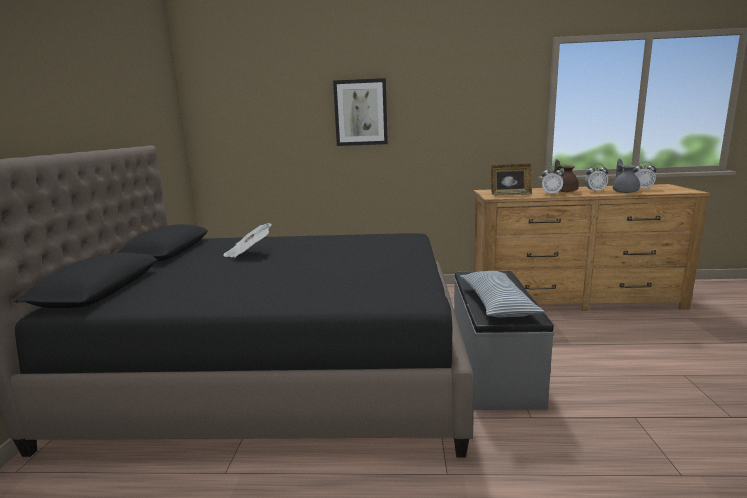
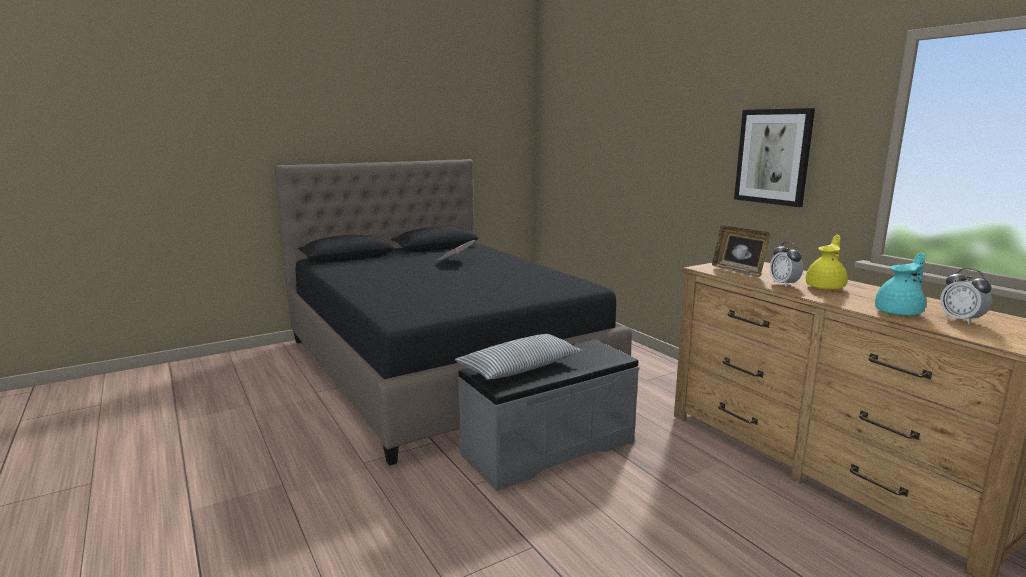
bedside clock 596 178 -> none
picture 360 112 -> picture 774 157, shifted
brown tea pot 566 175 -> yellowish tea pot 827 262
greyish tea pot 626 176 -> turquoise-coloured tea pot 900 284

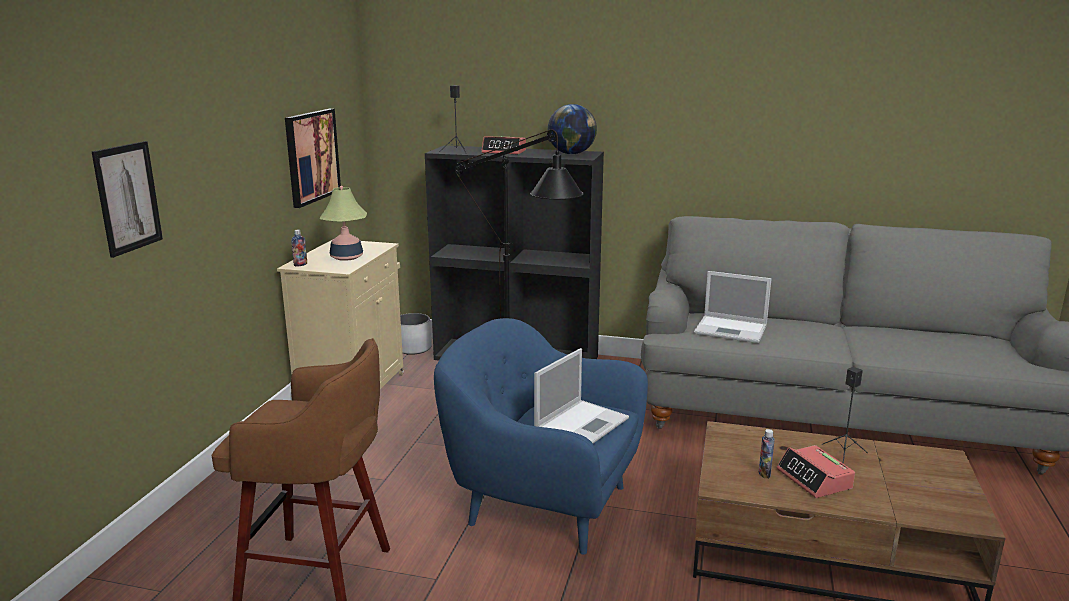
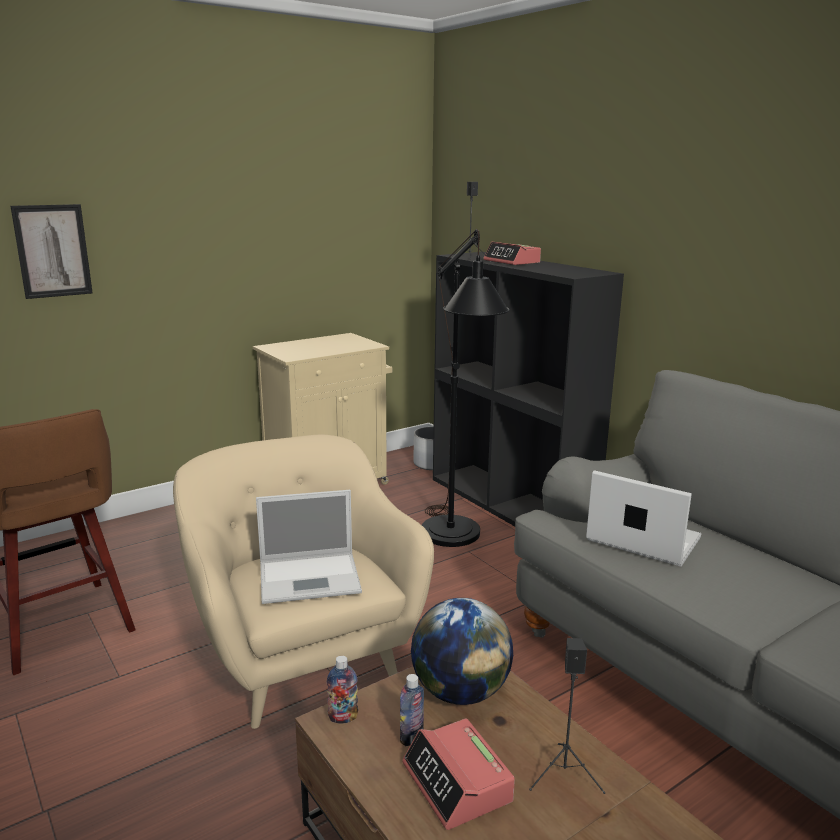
picture 313 158 -> none
tabletop lamp 343 223 -> none
beverage bottle 299 248 -> beverage bottle 342 690, shifted
globe 572 129 -> globe 462 651, shifted
blue lounge chair 541 436 -> beige lounge chair 303 581
notebook computer 732 307 -> notebook computer 643 518, 150 degrees clockwise
bedside clock 815 471 -> bedside clock 458 774, 45 degrees counterclockwise

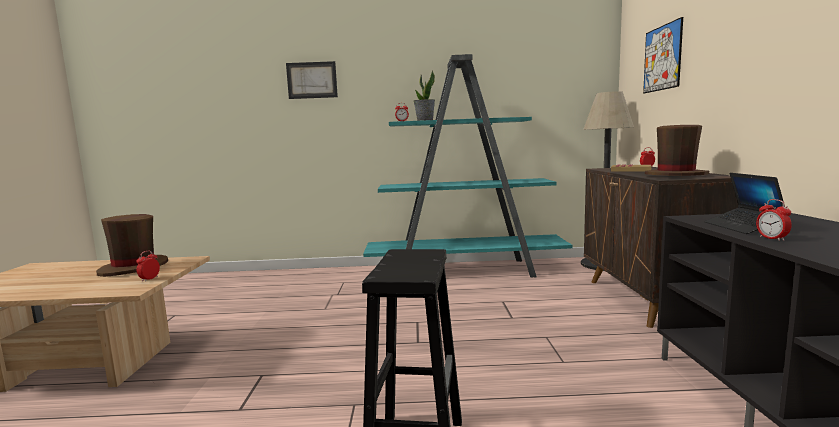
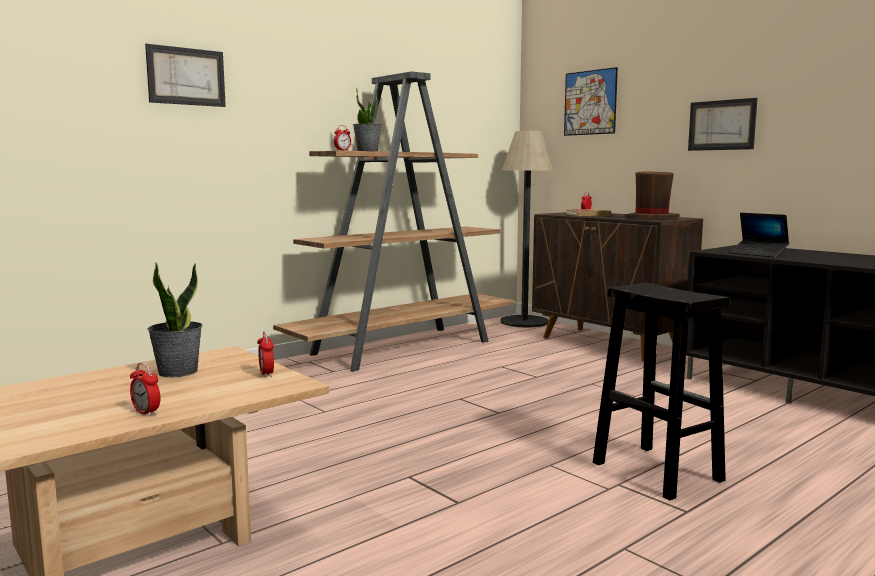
none -> picture 723 124
bedside clock 774 220 -> bedside clock 145 390, shifted
brown wearable hat 132 245 -> potted plant 175 319
turquoise-coloured bookcase 467 166 -> brown bookcase 394 221

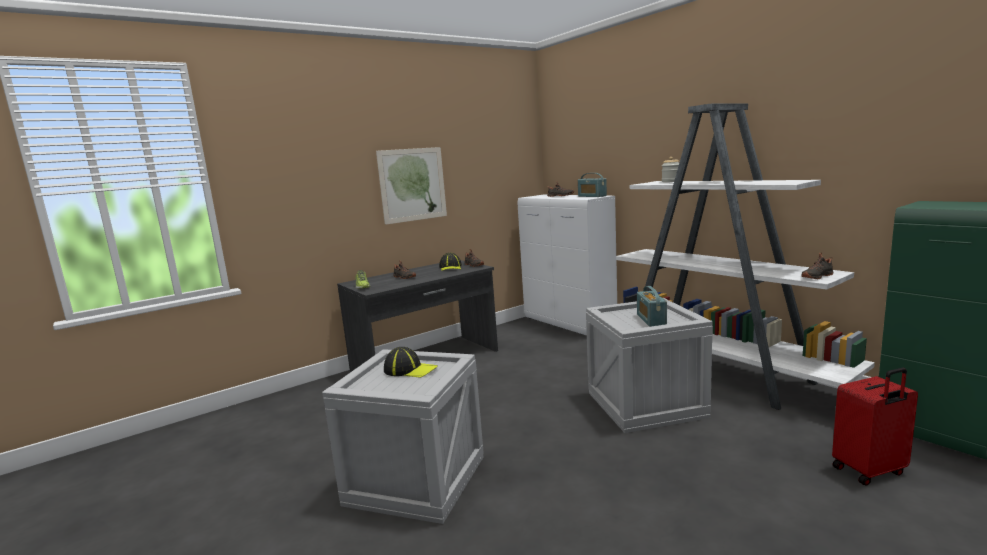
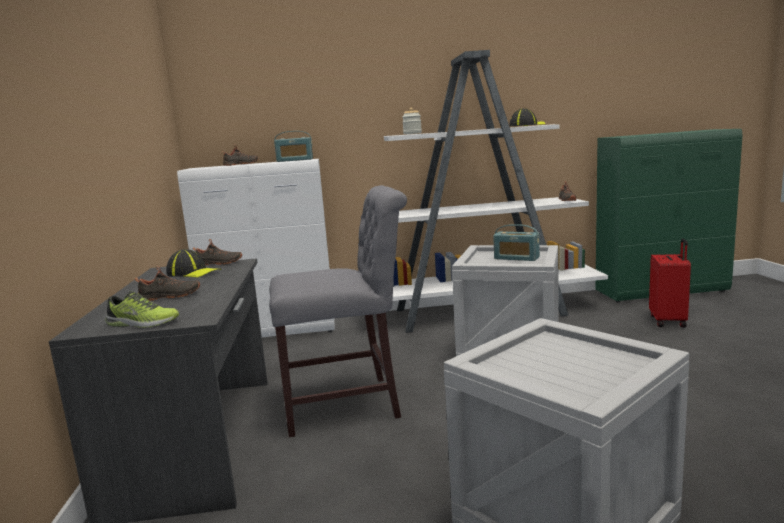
picture 411 186 -> none
none -> greyish chair 338 311
cap 411 362 -> cap 527 117, shifted

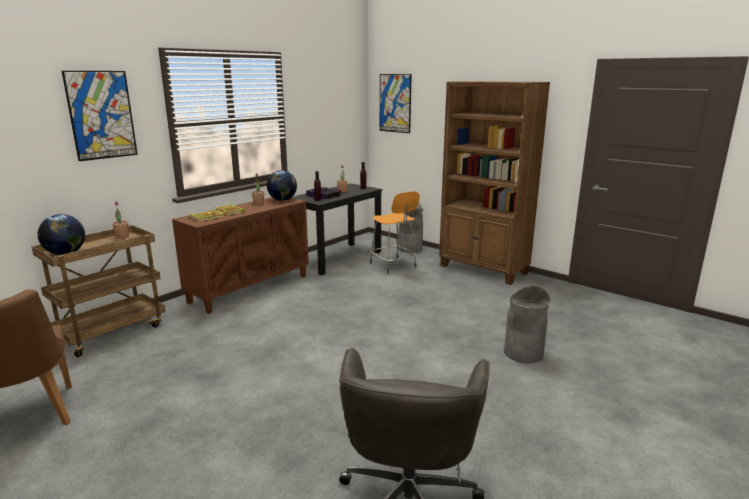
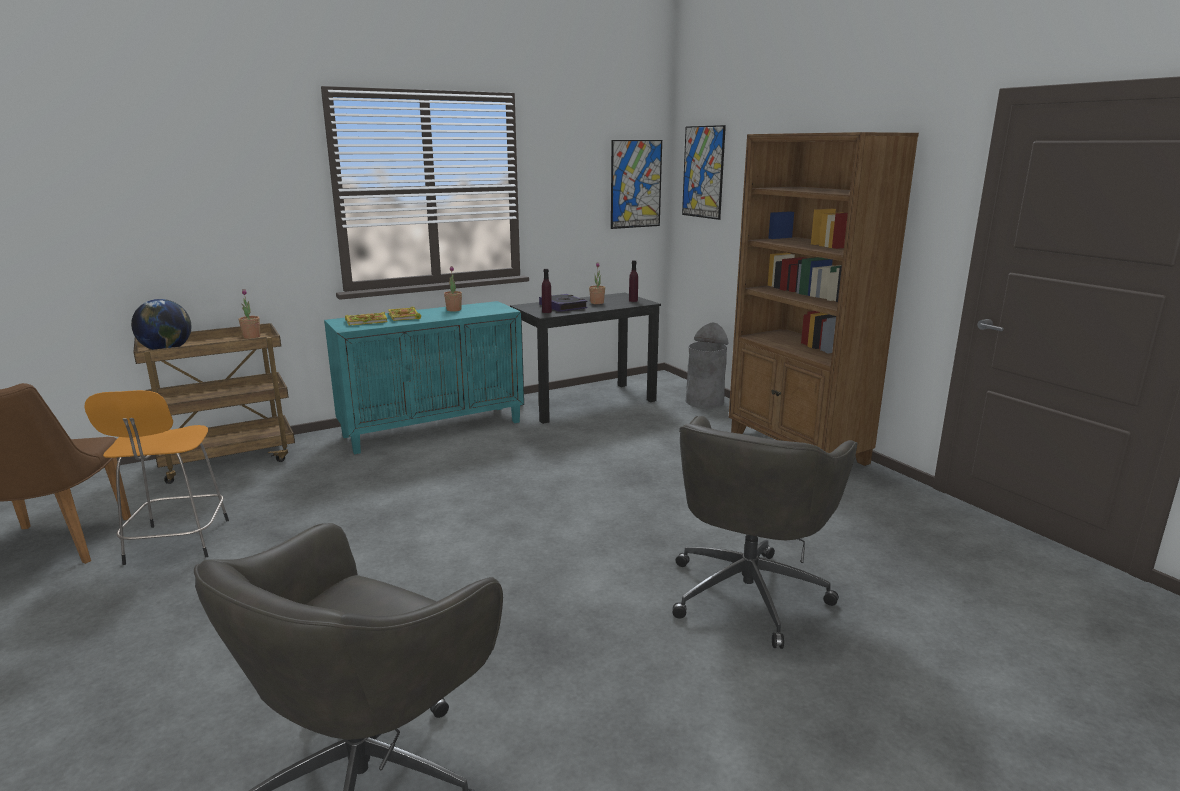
globe 282 185 -> none
picture 100 116 -> picture 636 184, shifted
orange stool 395 232 -> orange stool 156 477, shifted
greyish rubbish bin 527 324 -> greyish computer chair 765 532
brown storage cabinet 240 255 -> turquoise-coloured storage cabinet 424 377

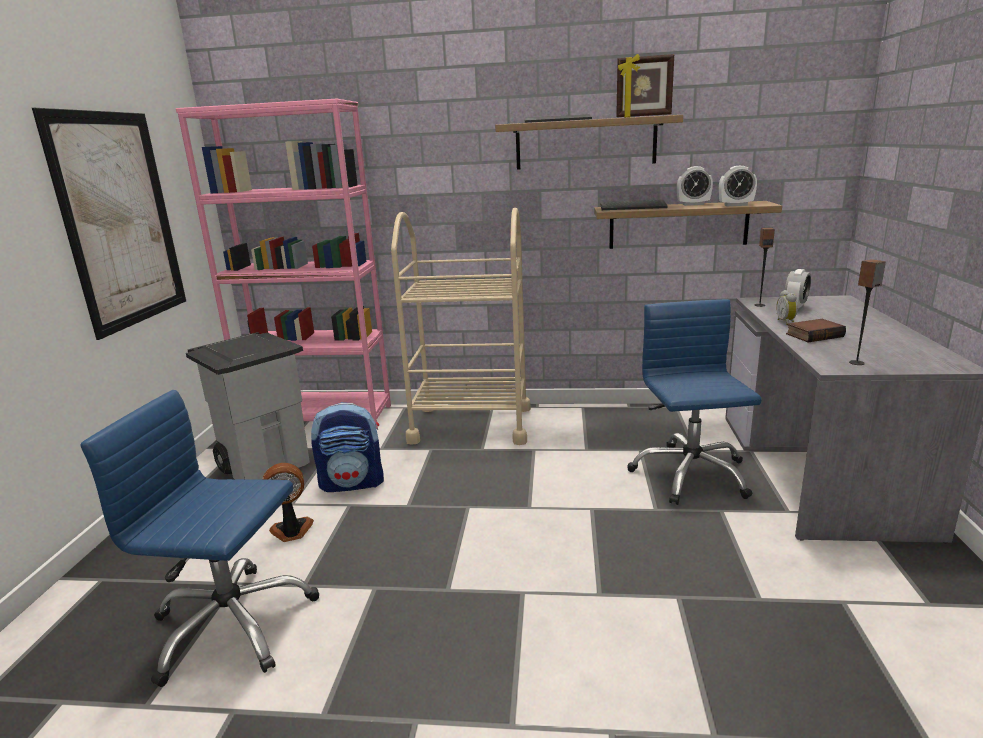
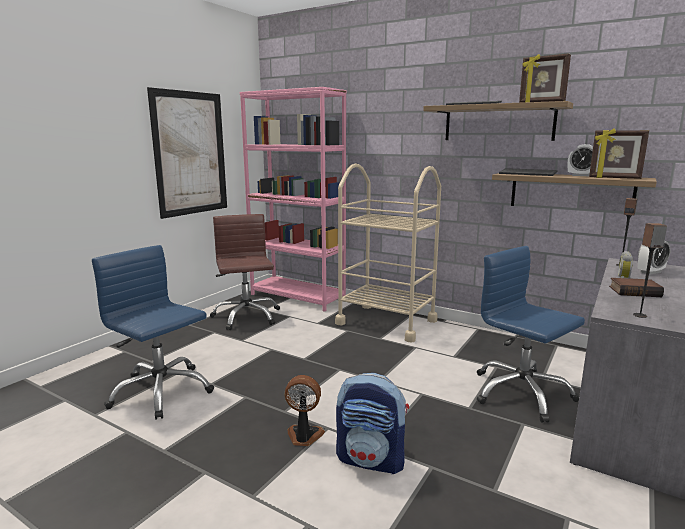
fan 288 502 -> fan 304 410, shifted
rucksack 347 447 -> rucksack 372 423, shifted
greyish rubbish bin 248 406 -> brown computer chair 245 272
bedside clock 738 186 -> standing frame 619 154
blue computer chair 694 402 -> blue computer chair 531 334, 60 degrees counterclockwise

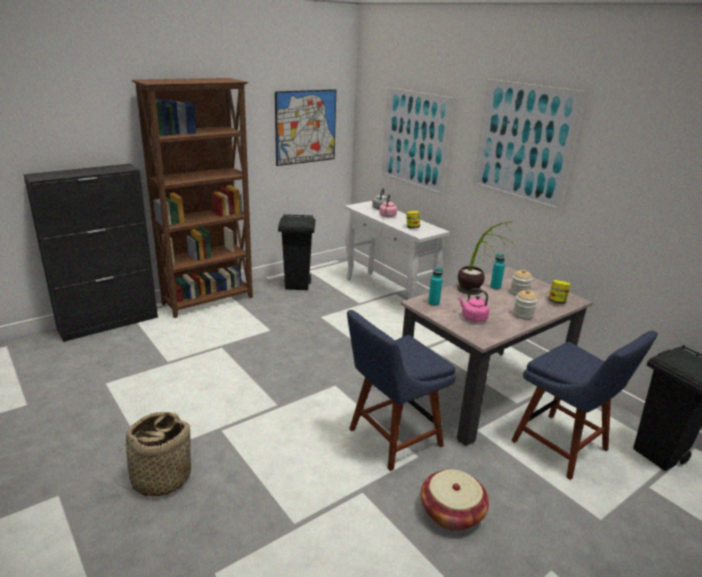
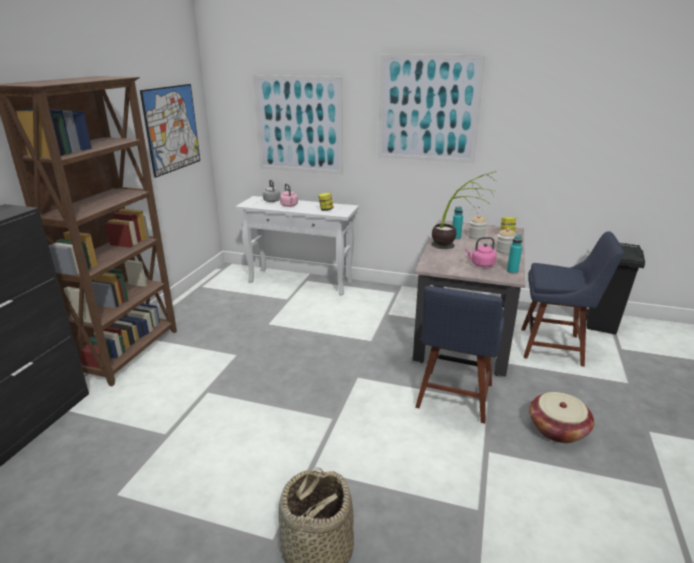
black-coloured rubbish bin 297 252 -> none
turquoise-coloured beverage bottle 435 286 -> turquoise-coloured beverage bottle 514 254, shifted

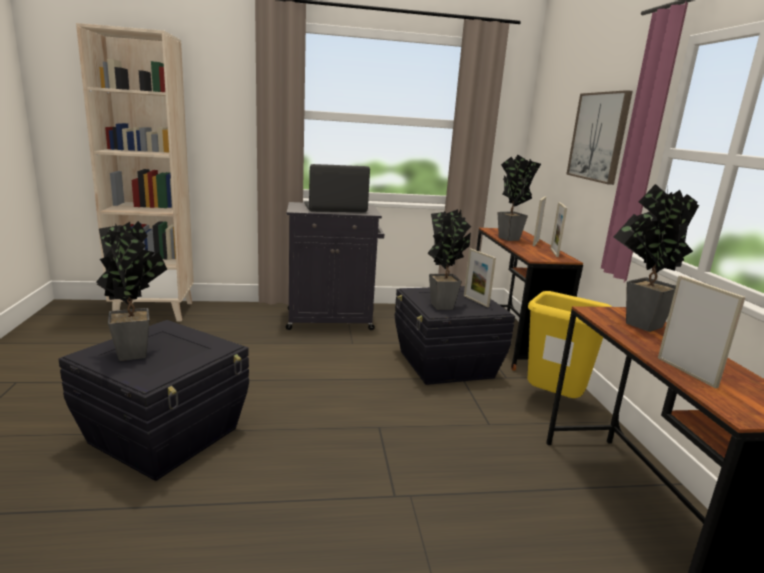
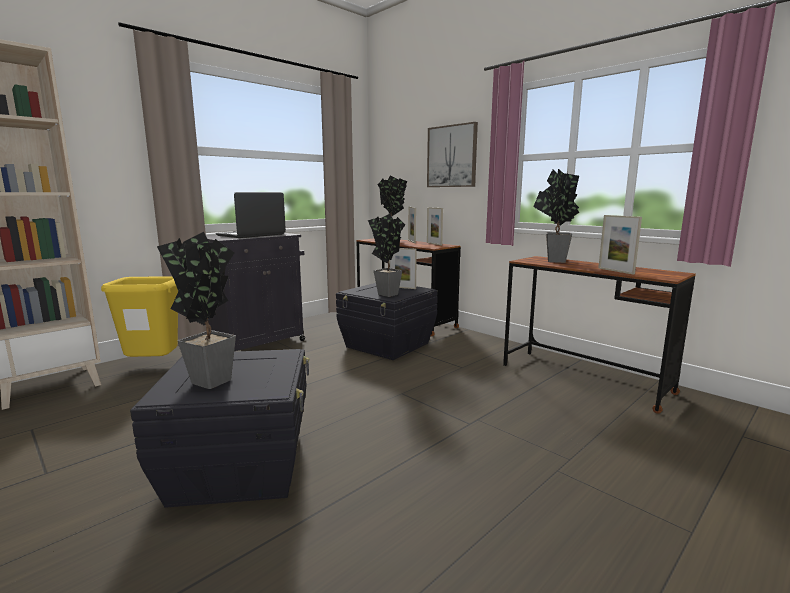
yellowish rubbish bin 570 344 -> yellowish rubbish bin 139 316, shifted
standing frame 702 331 -> standing frame 620 244, 150 degrees counterclockwise

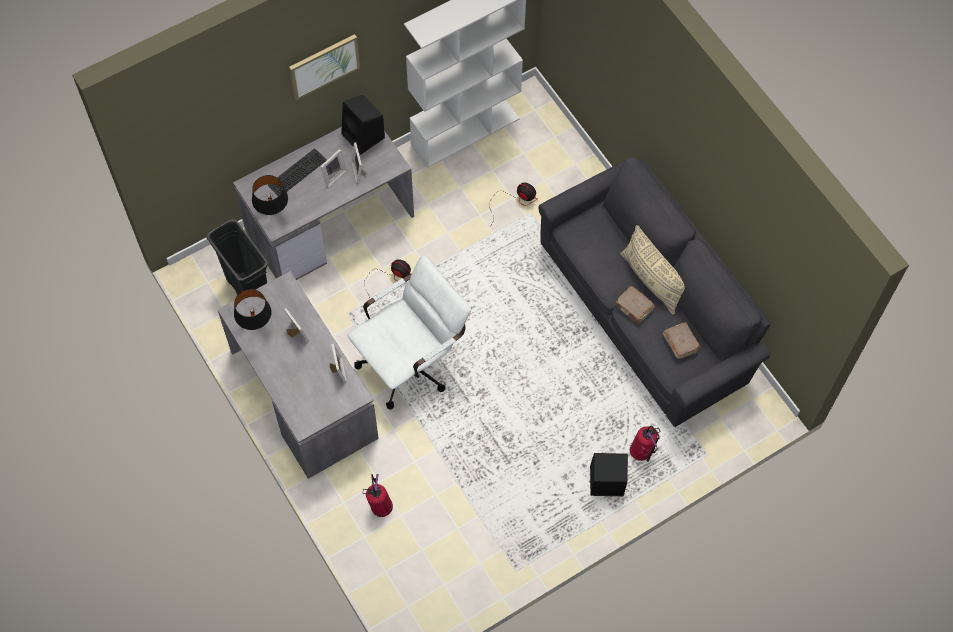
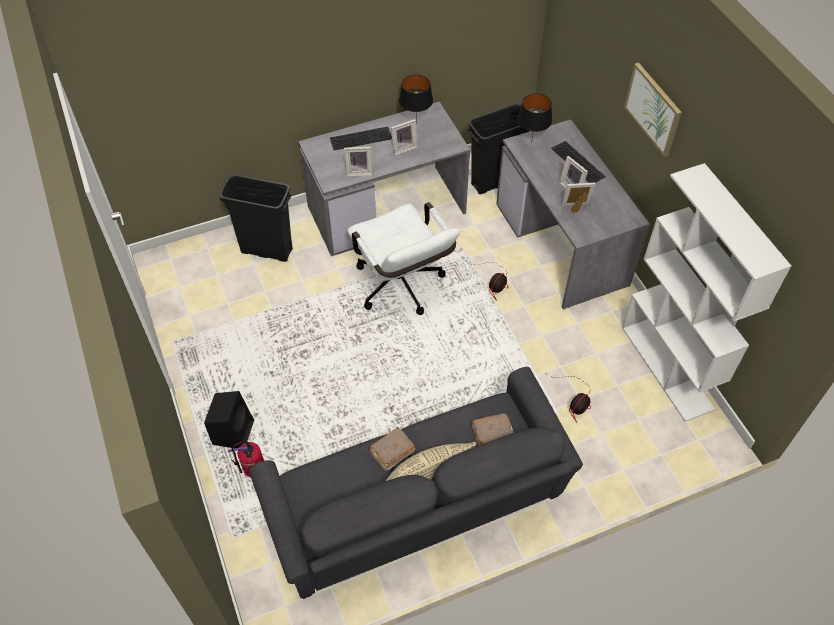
black-coloured audio speaker 363 124 -> none
none -> computer keyboard 361 138
brown volume 682 340 -> brown volume 493 429, shifted
extinguisher 378 495 -> black-coloured rubbish bin 256 218

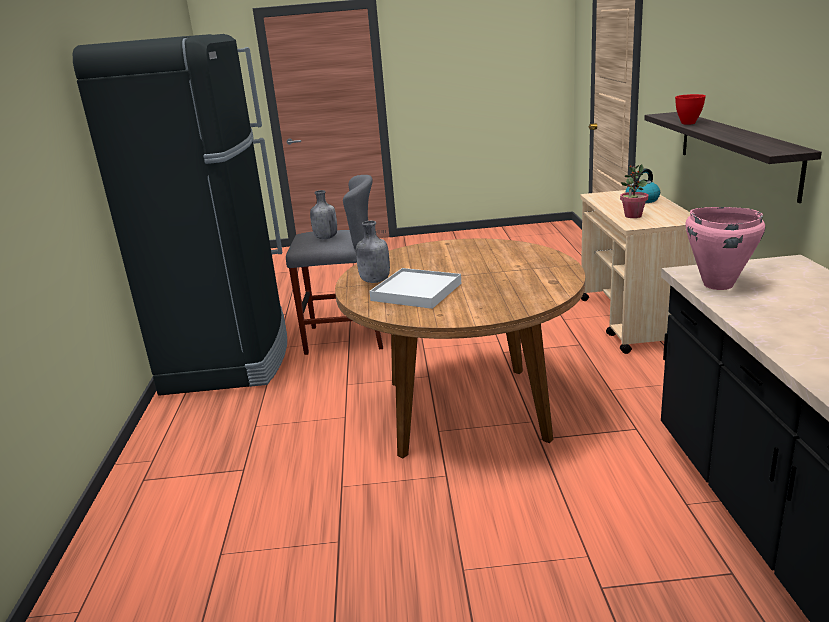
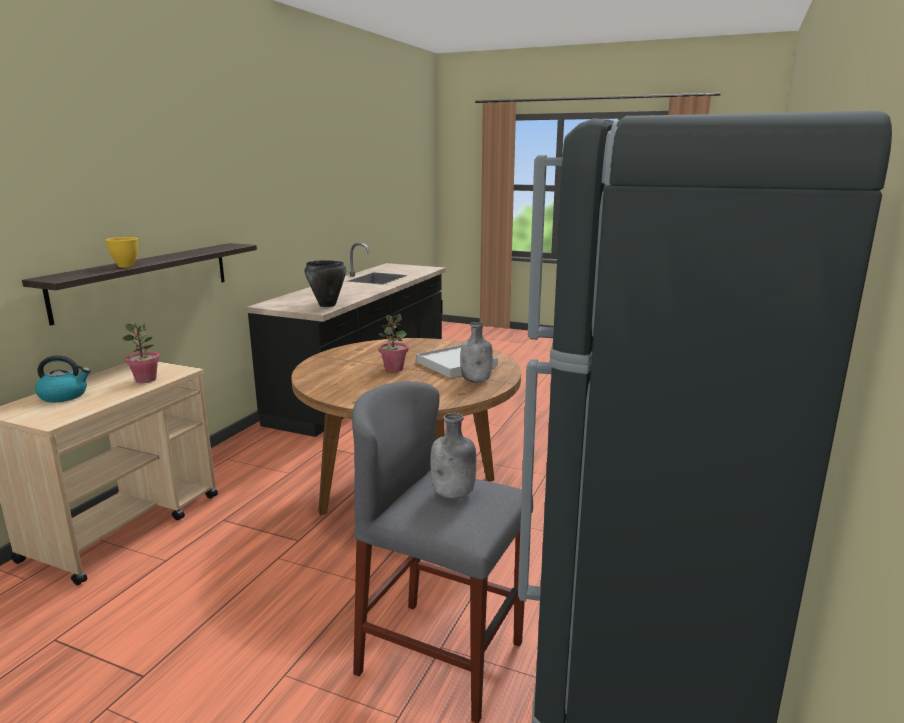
none -> potted plant 394 342
red bowl 690 109 -> yellowish bowl 121 252
pink-coloured saucepot 725 248 -> black-coloured saucepot 325 283

